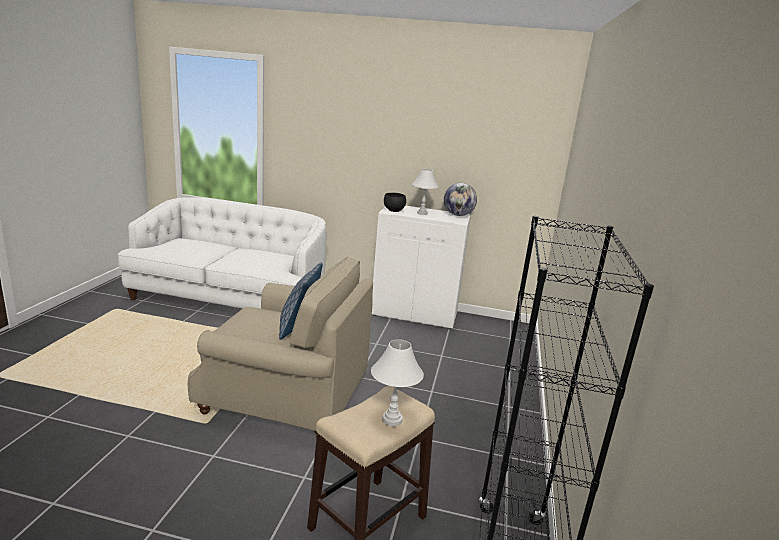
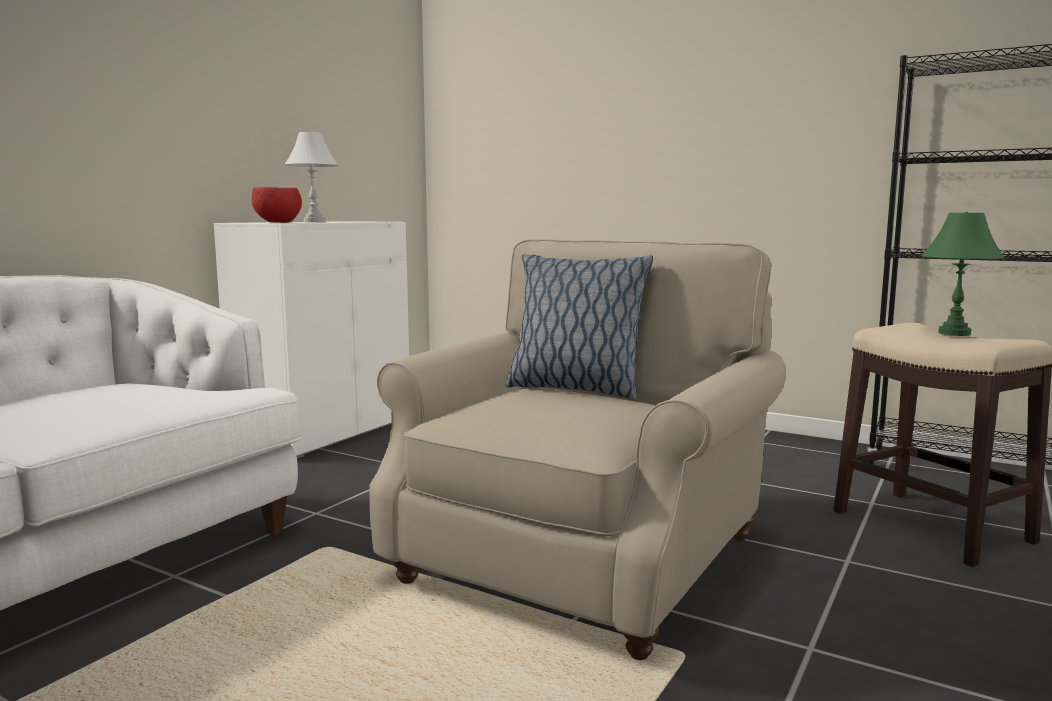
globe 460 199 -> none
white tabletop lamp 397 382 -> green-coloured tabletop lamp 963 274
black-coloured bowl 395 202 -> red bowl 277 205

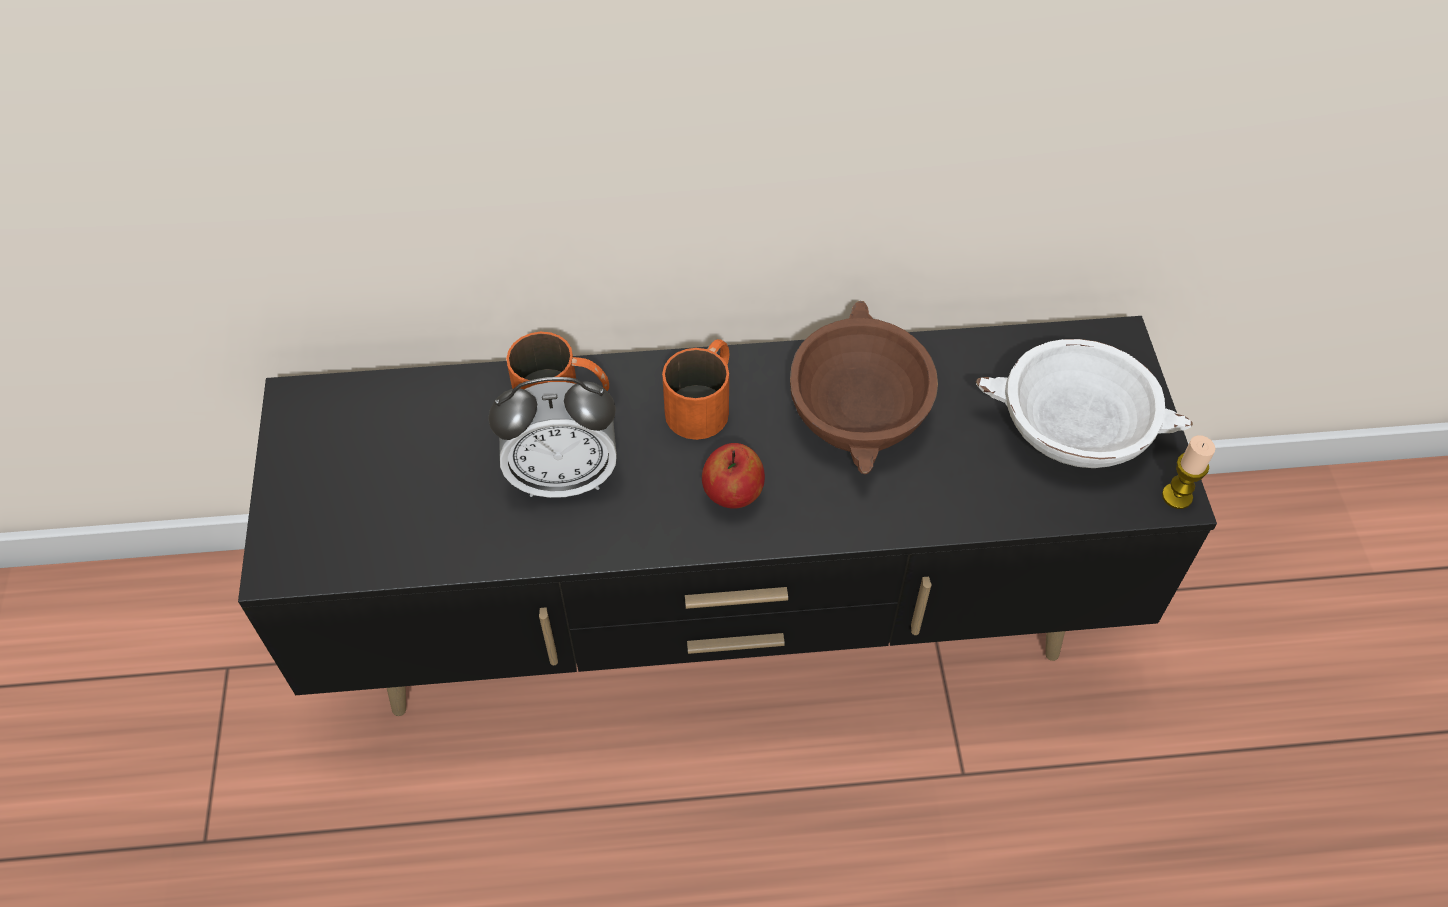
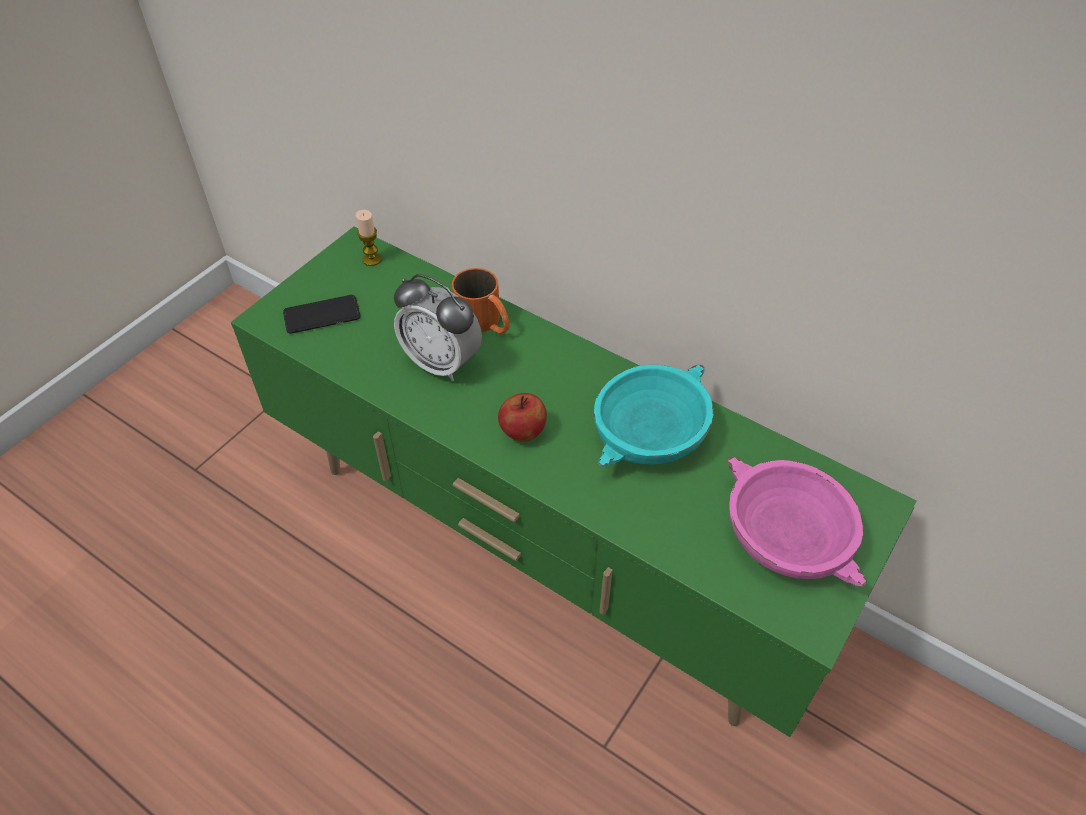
orange coffee mug 695 389 -> none
none -> telephone 321 314
candle 1189 472 -> candle 369 238, shifted
black-coloured media console 727 516 -> green-coloured media console 574 482
brown bowl 864 387 -> turquoise-coloured bowl 653 416
white bowl 1084 403 -> pink-coloured bowl 797 521

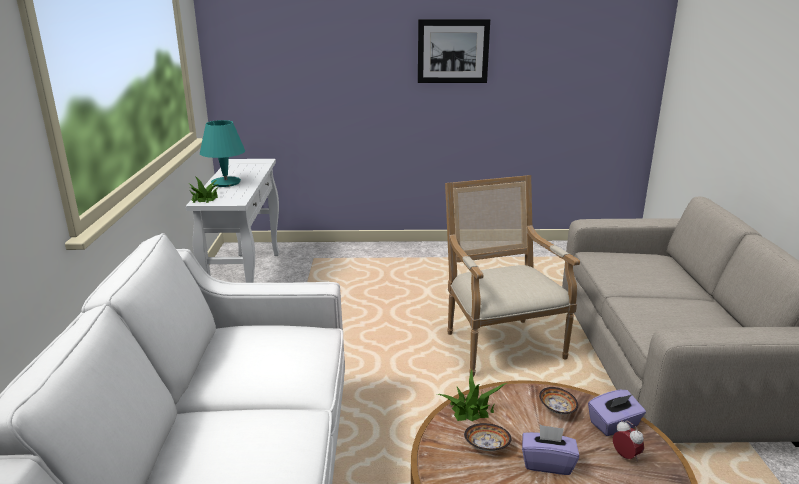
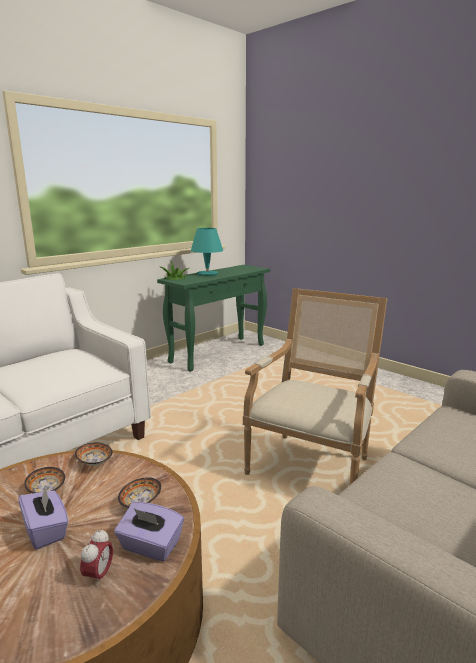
picture 454 51 -> none
potted plant 472 395 -> bowl 94 454
white console table 232 221 -> green-coloured console table 213 318

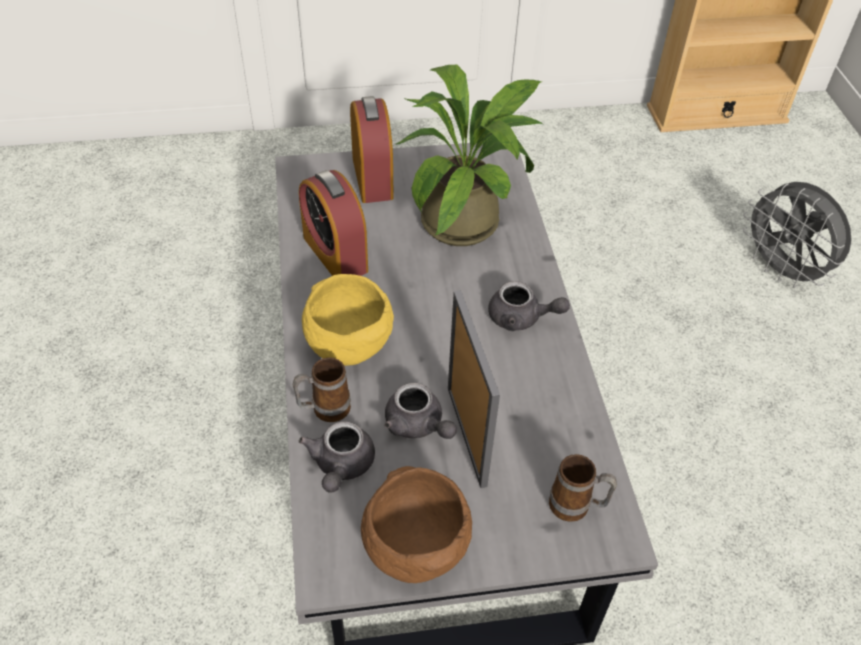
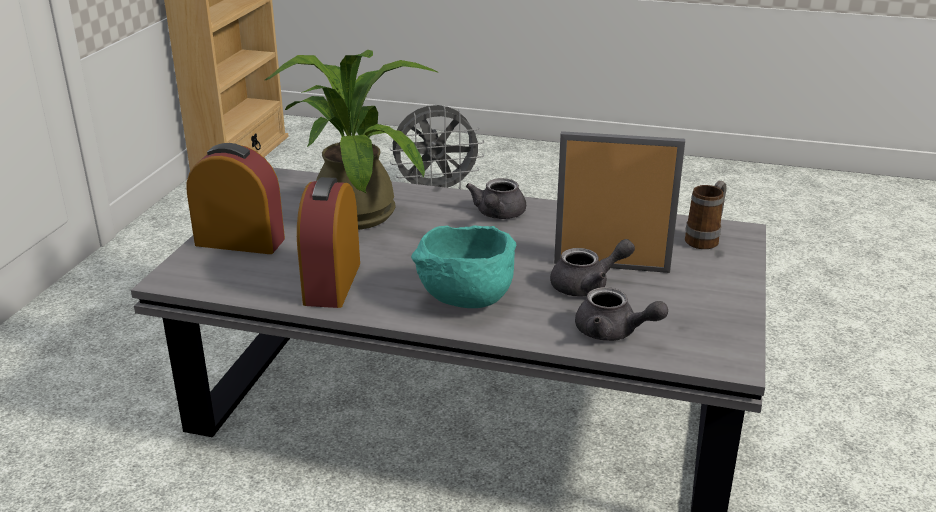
coffee mug 322 389 -> none
brown bowl 416 524 -> none
yellowish bowl 348 320 -> turquoise-coloured bowl 463 267
bedside clock 333 223 -> bedside clock 328 242, 105 degrees clockwise
greyish tea pot 529 306 -> greyish tea pot 496 198, 150 degrees clockwise

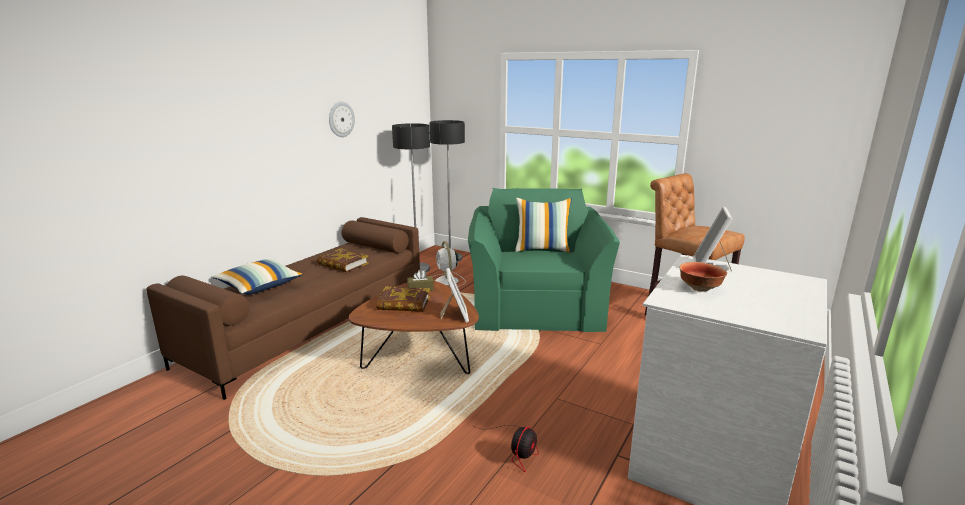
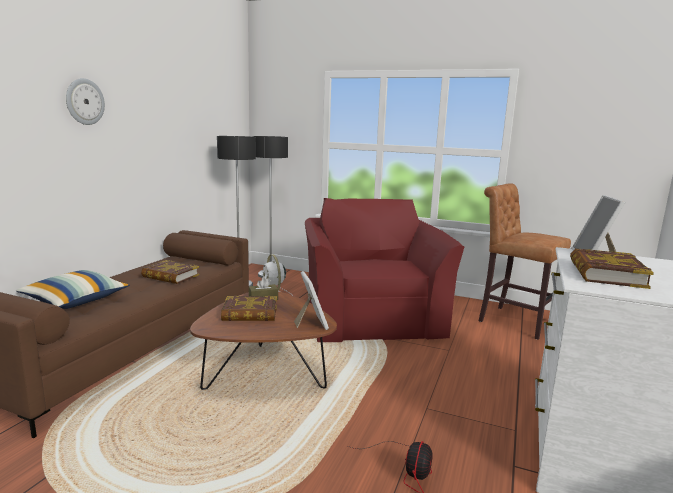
throw pillow 543 225 -> none
clock on the wall 342 119 -> clock on the wall 85 101, shifted
bowl 703 277 -> volume 612 268
green-coloured lounge chair 544 260 -> red lounge chair 385 270

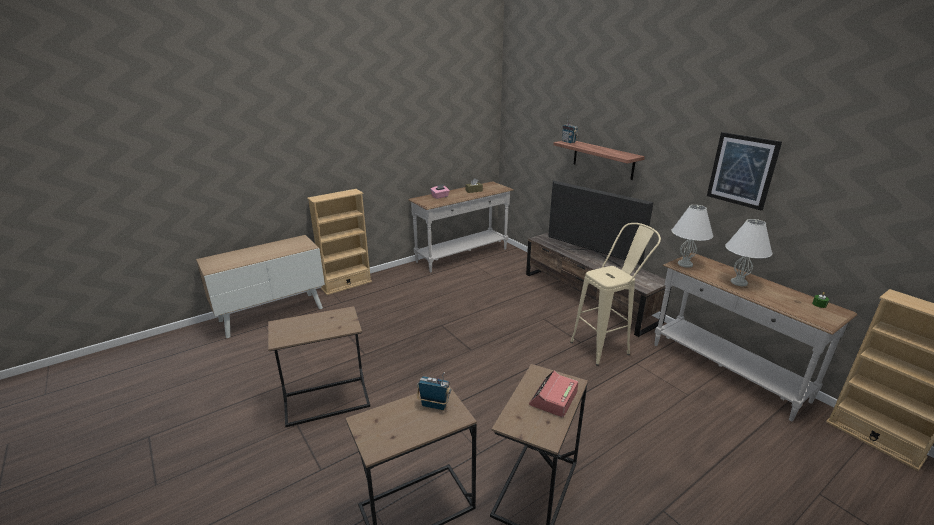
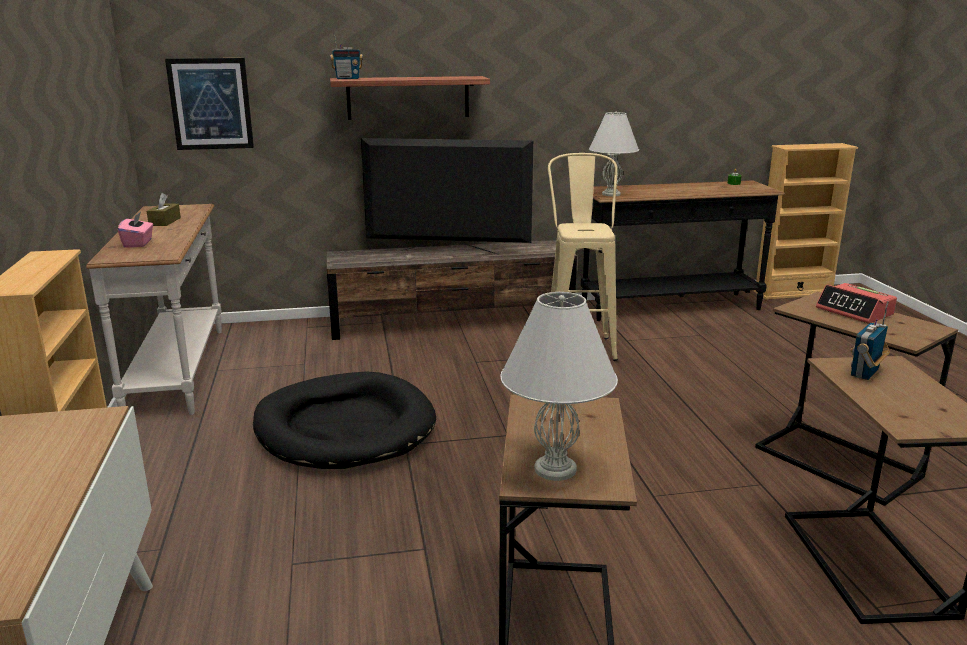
none -> black-coloured pet bed 344 420
picture 744 171 -> picture 209 104, shifted
white tabletop lamp 748 252 -> white tabletop lamp 559 386, shifted
white console table 755 336 -> black-coloured console table 683 250
TV set 601 223 -> TV set 447 196, 150 degrees counterclockwise

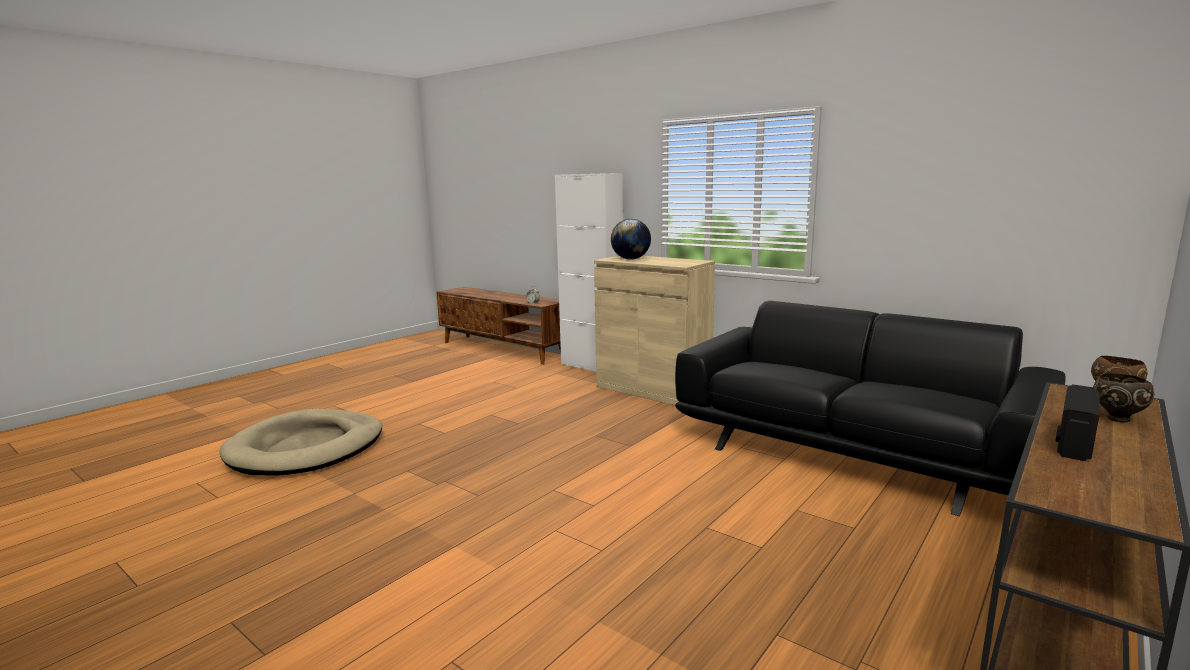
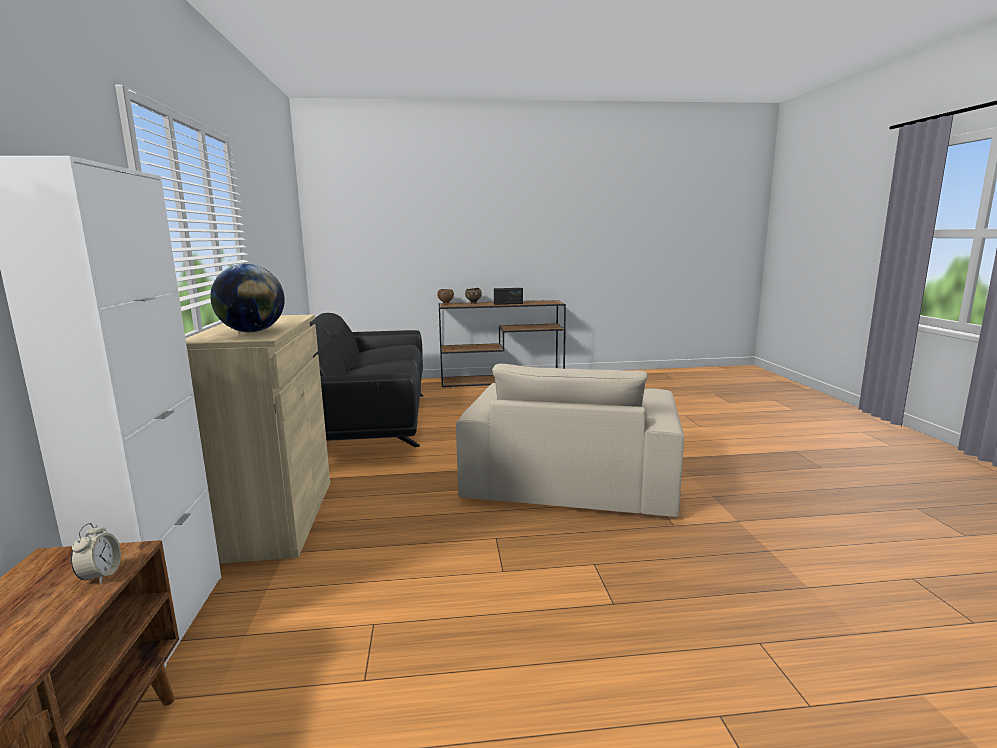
beige pet bed 301 442 -> none
none -> beige lounge chair 570 440

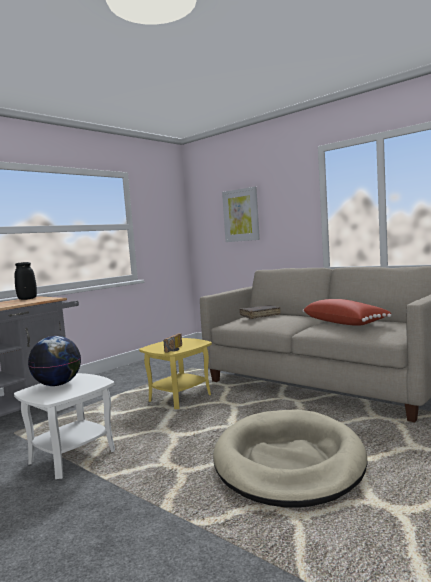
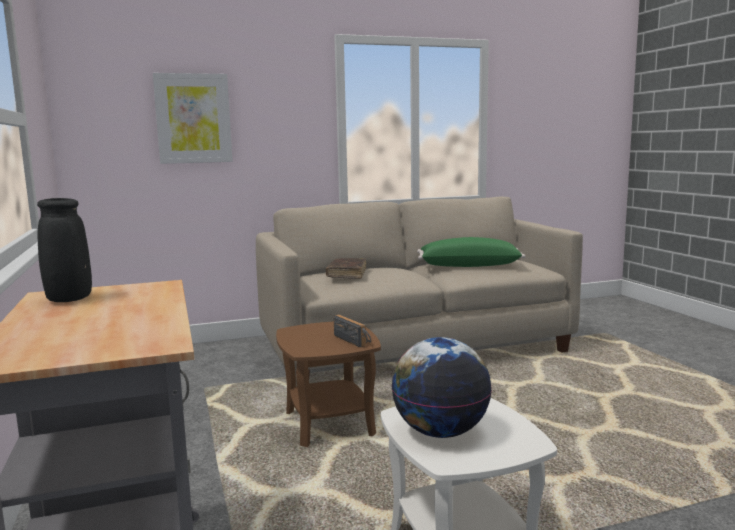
beige pet bed 290 458 -> none
yellowish end table 175 373 -> brown end table 328 384
red throw pillow 346 312 -> green-coloured throw pillow 471 252

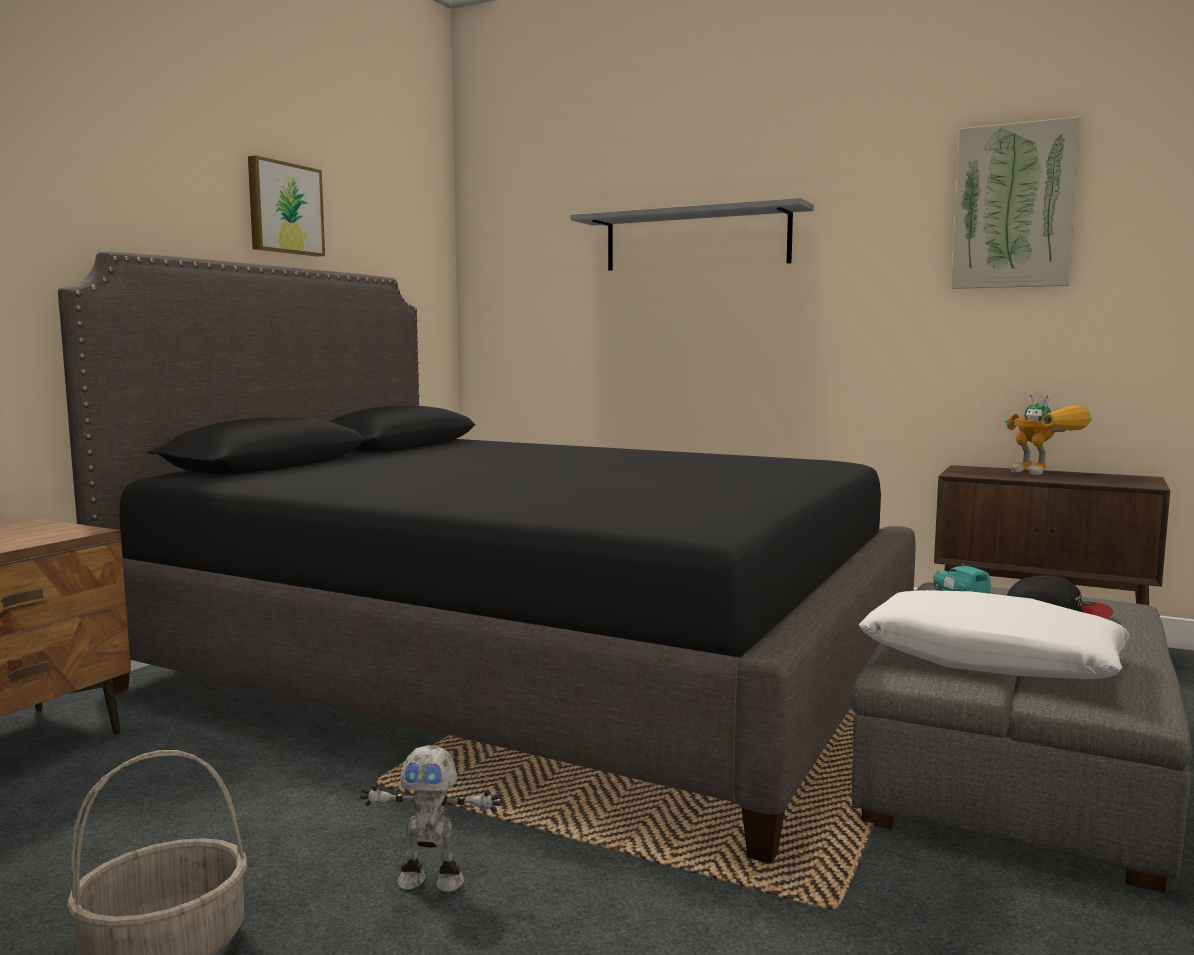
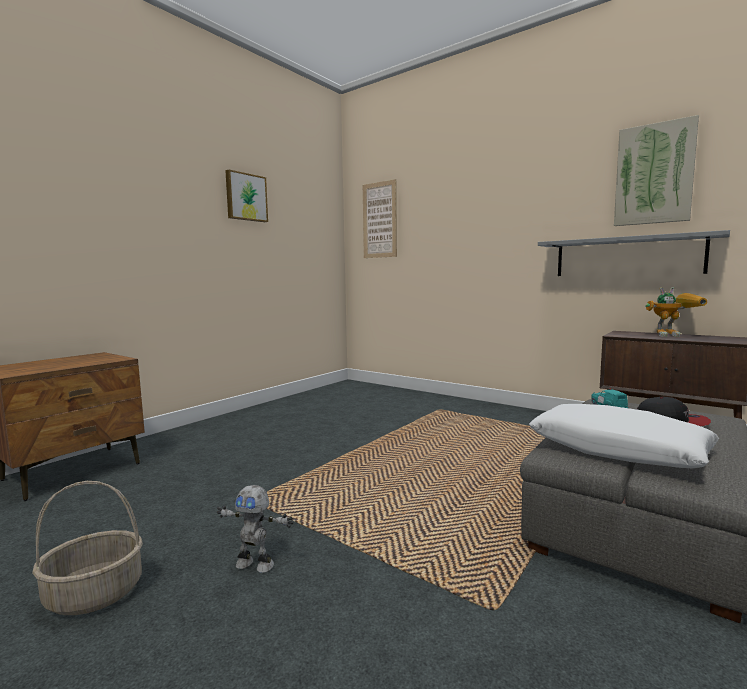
black-coloured sleeping bed 487 557 -> none
none -> picture 380 218
greyish bracket shelf 692 234 -> greyish bracket shelf 634 253, shifted
robot figure 1048 434 -> robot figure 676 312, 60 degrees counterclockwise

